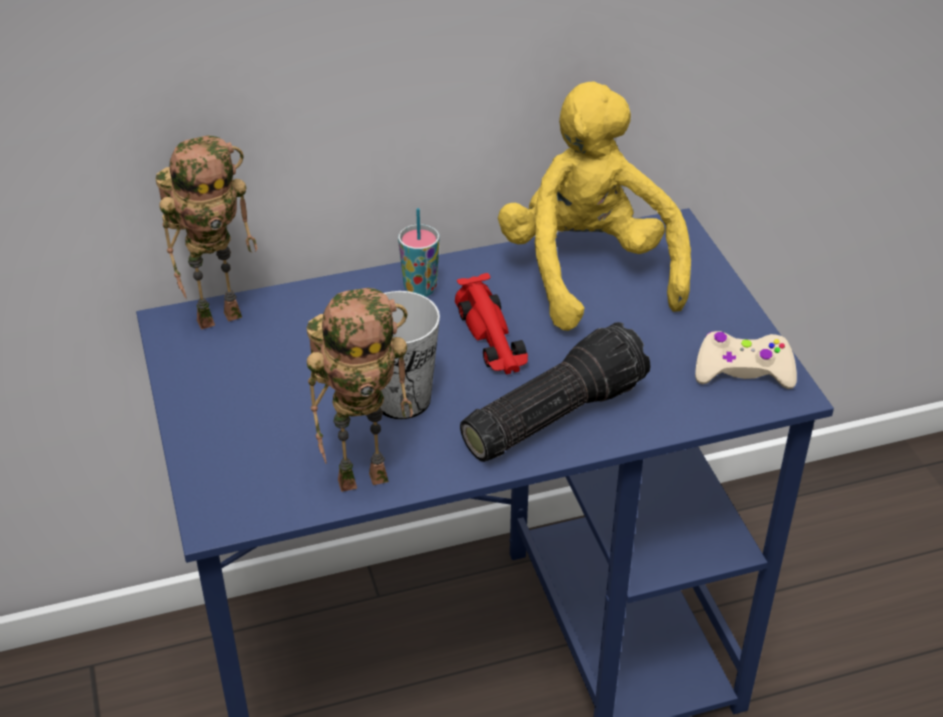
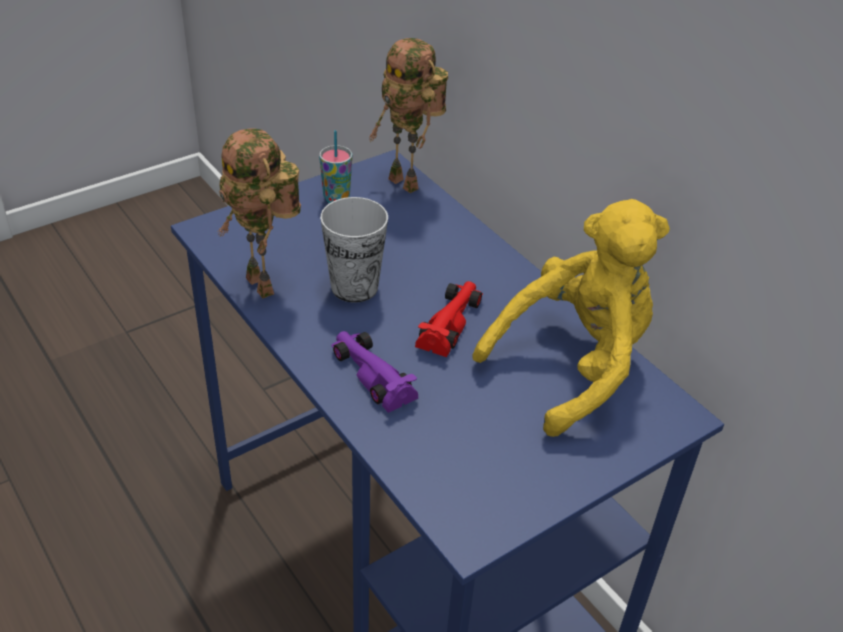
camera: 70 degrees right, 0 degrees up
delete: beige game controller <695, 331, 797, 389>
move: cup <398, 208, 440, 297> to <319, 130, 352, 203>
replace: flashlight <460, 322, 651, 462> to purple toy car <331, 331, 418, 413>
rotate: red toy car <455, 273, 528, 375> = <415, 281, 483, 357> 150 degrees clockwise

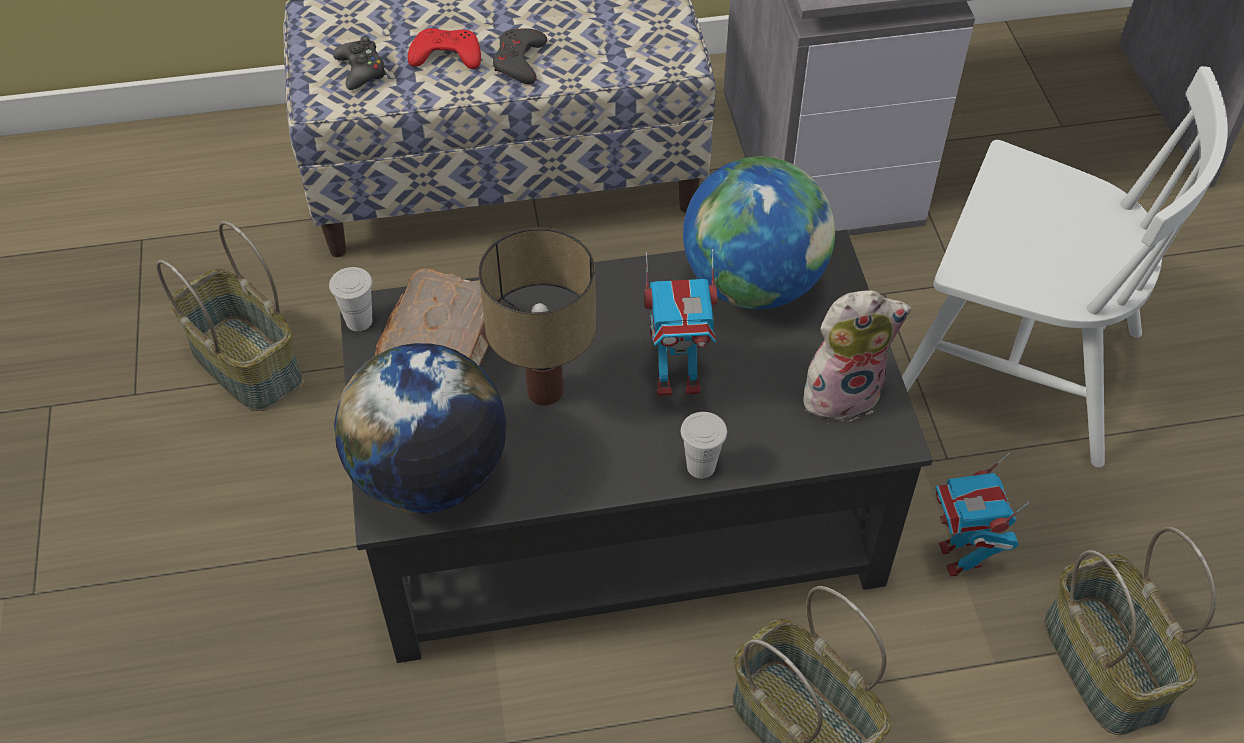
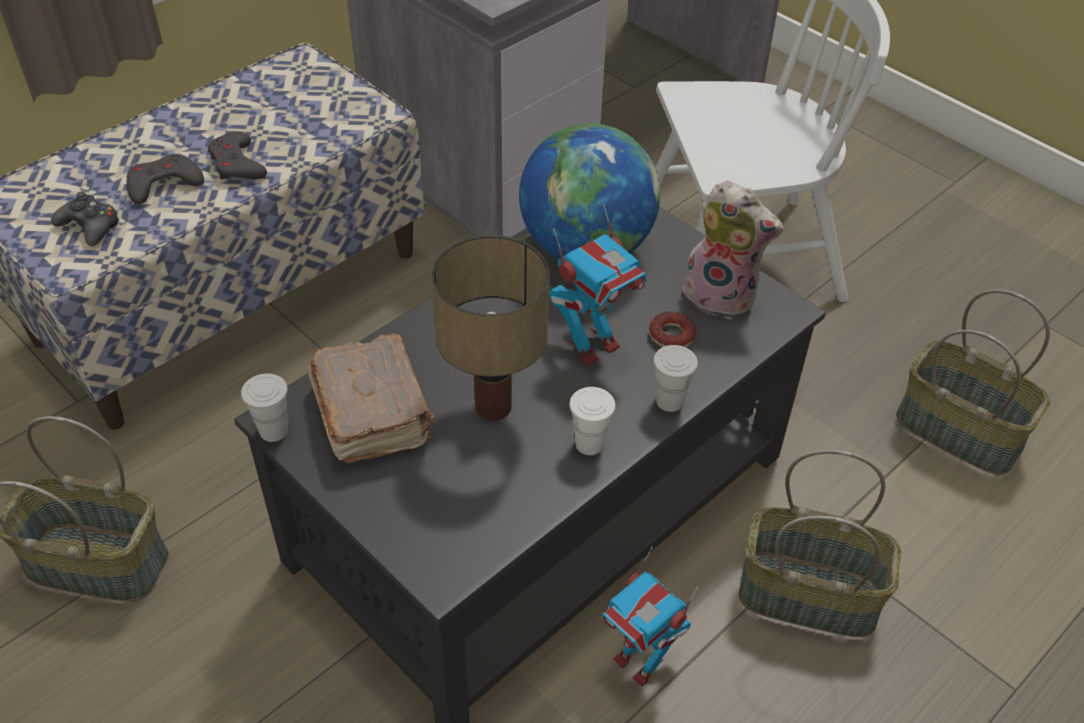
camera: 35 degrees left, 5 degrees down
delete: globe <334, 343, 506, 513>
insert: white cup <569, 387, 616, 455>; donut <649, 311, 696, 347>
move: toy robot <935, 453, 1029, 577> to <600, 546, 699, 687>
recolor: red game controller <408, 28, 481, 69> to grey game controller <127, 154, 204, 204>
rotate: plush toy <803, 290, 911, 421> = <683, 181, 784, 319> 75 degrees clockwise

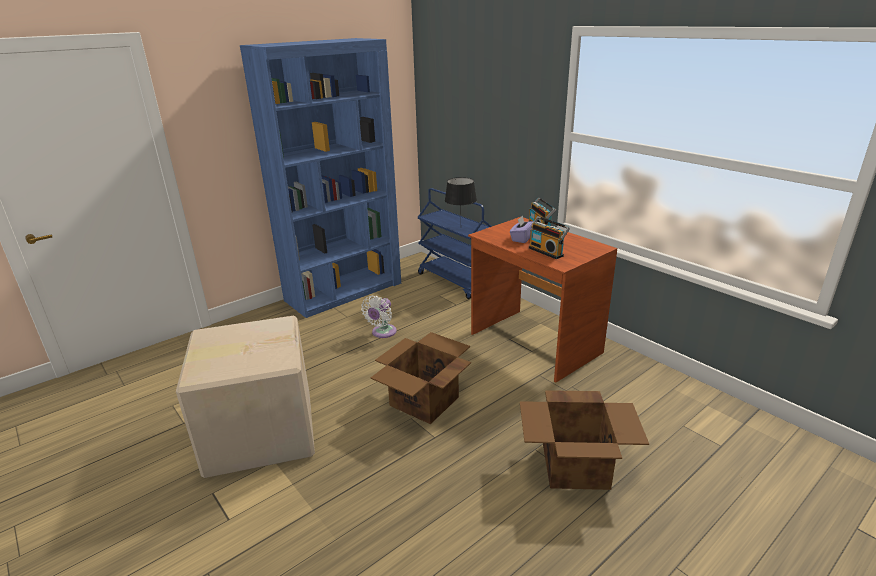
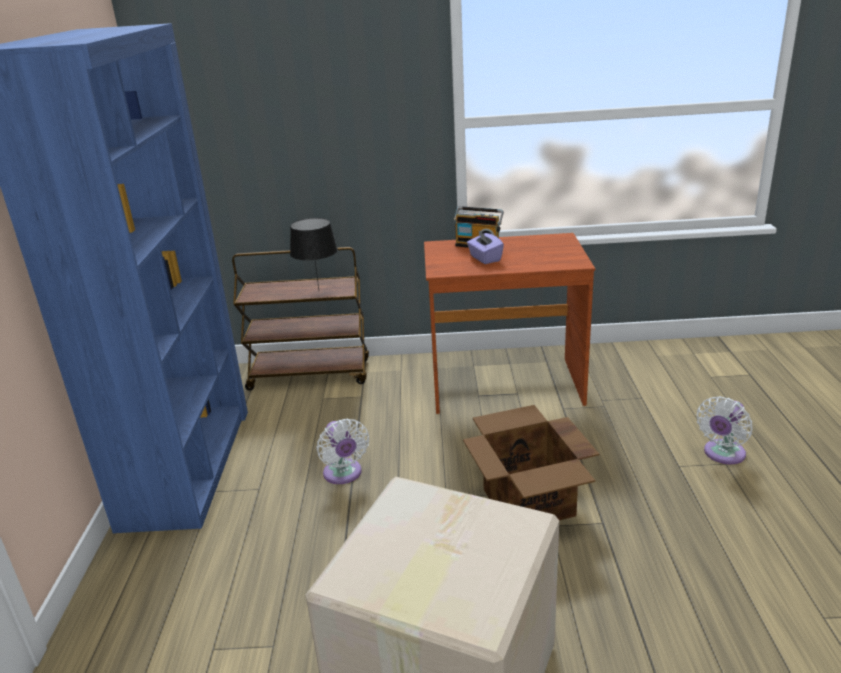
camera: 50 degrees left, 0 degrees up
delete: radio <529, 216, 570, 259>
replace: cardboard box <520, 390, 649, 490> to white fan <697, 396, 752, 464>
recolor: blue cart <417, 188, 492, 299> to brown cart <232, 247, 369, 391>

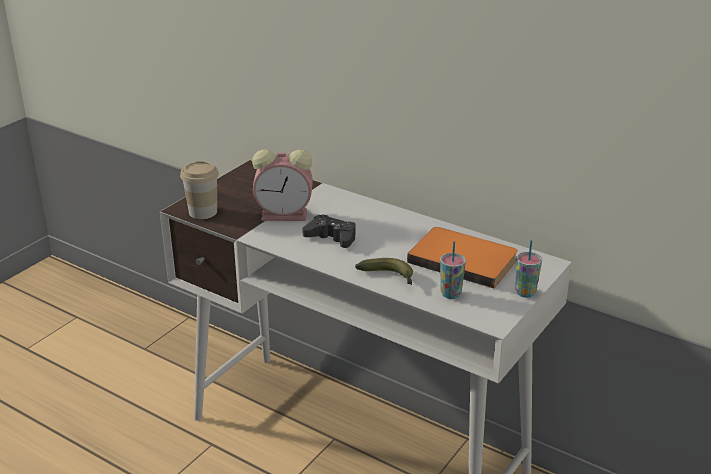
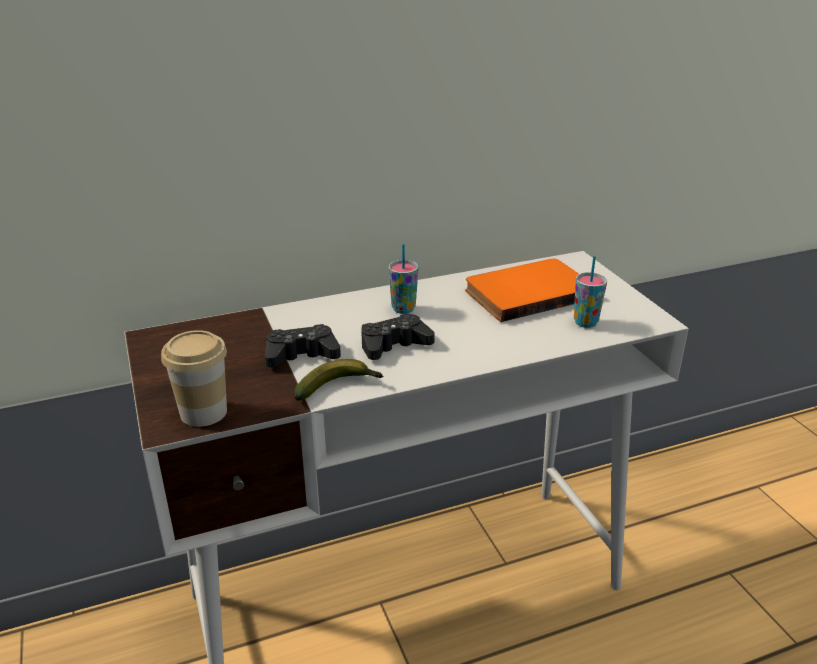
camera: 55 degrees left, 0 degrees up
move: banana <355, 258, 413, 285> to <294, 359, 384, 401>; cup <515, 240, 542, 298> to <389, 244, 418, 314>
replace: alarm clock <252, 150, 313, 221> to black game controller <265, 324, 341, 367>

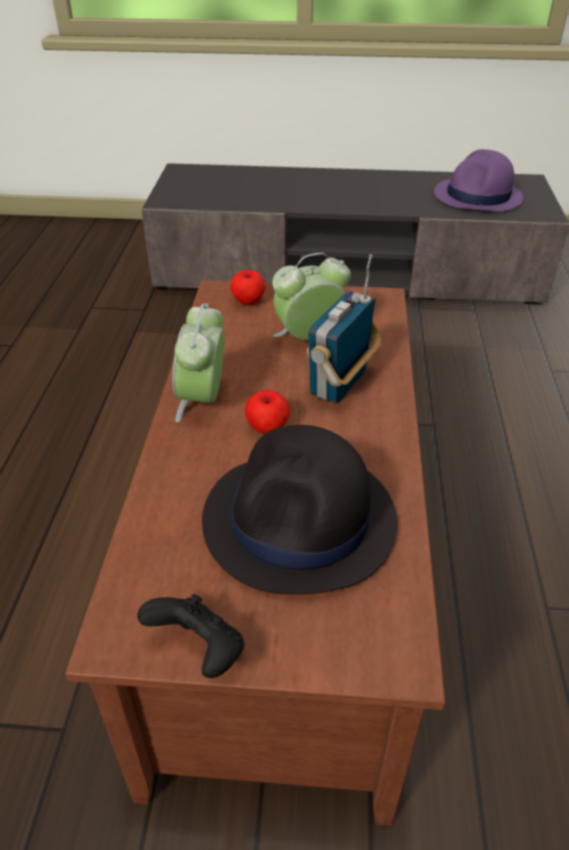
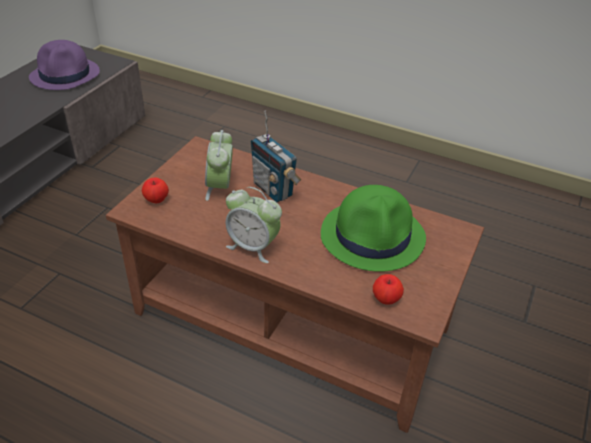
camera: 70 degrees left, 0 degrees up
delete: black game controller <137, 594, 244, 678>
move: apple <245, 390, 290, 434> to <373, 274, 404, 305>
recolor: black hat <202, 425, 397, 594> to green hat <321, 185, 426, 272>

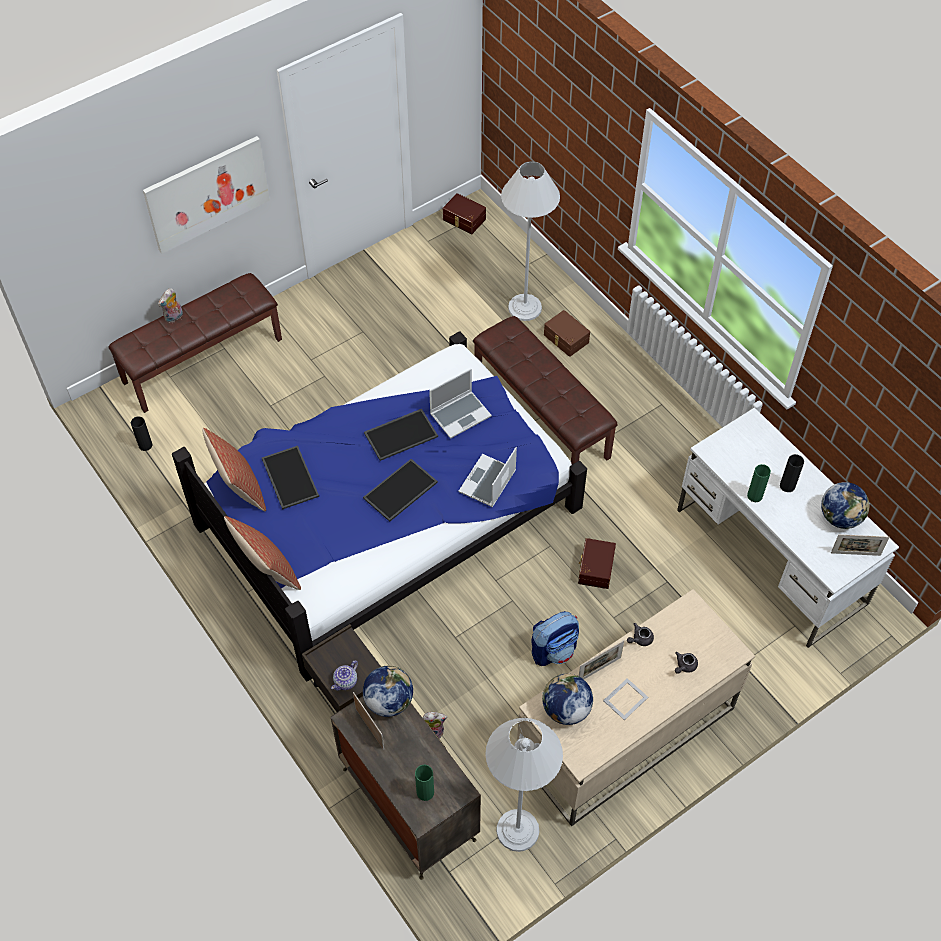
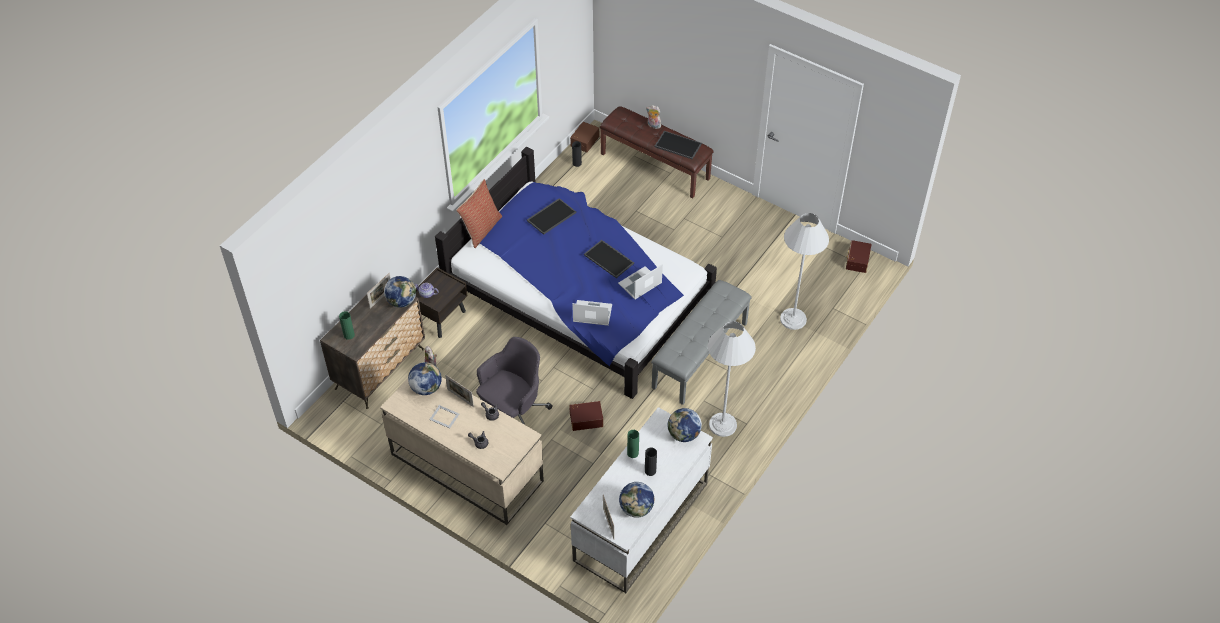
camera: 70 degrees right, 5 degrees down
delete: picture <143, 136, 270, 254>; pillow <202, 428, 266, 511>
insert: globe <668, 408, 702, 442>
move: brown storage box <544, 310, 590, 357> to <570, 122, 599, 153>; tray <363, 459, 438, 522> to <654, 131, 702, 160>; white floor lamp <486, 718, 563, 852> to <708, 321, 756, 437>
replace: backpack <531, 611, 579, 666> to grey office chair <476, 337, 553, 425>
recolor: brown bench <473, 316, 618, 465> to grey bench <651, 280, 752, 405>
rotate: laptop <429, 369, 492, 439> = <618, 264, 663, 299> 105 degrees clockwise

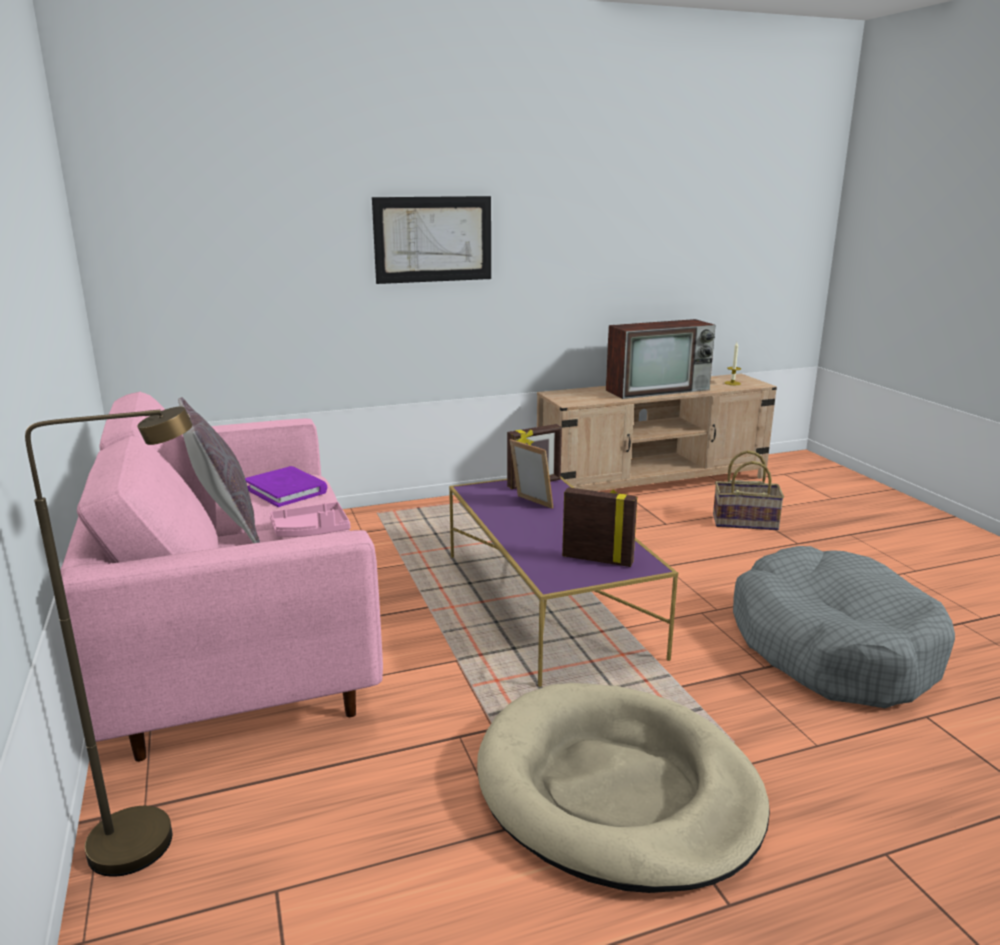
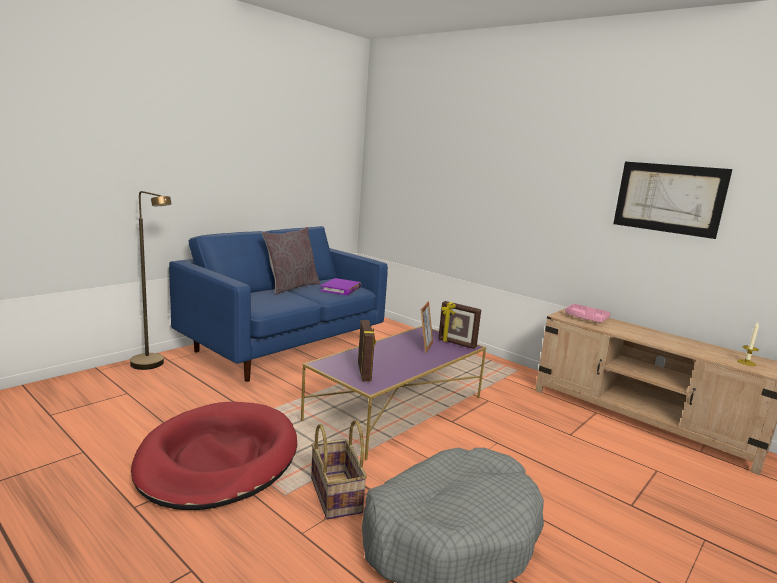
camera: 60 degrees right, 5 degrees down
delete: television <606, 319, 715, 399>
move: basket <713, 450, 784, 530> to <311, 420, 367, 519>; pink tray <270, 502, 350, 537> to <565, 304, 610, 323>; picture <372, 196, 491, 284> to <613, 162, 733, 239>
recolor: beige dog bed <477, 683, 770, 893> to red dog bed <131, 402, 297, 510>; pink sofa <60, 391, 383, 762> to blue sofa <169, 226, 388, 382>

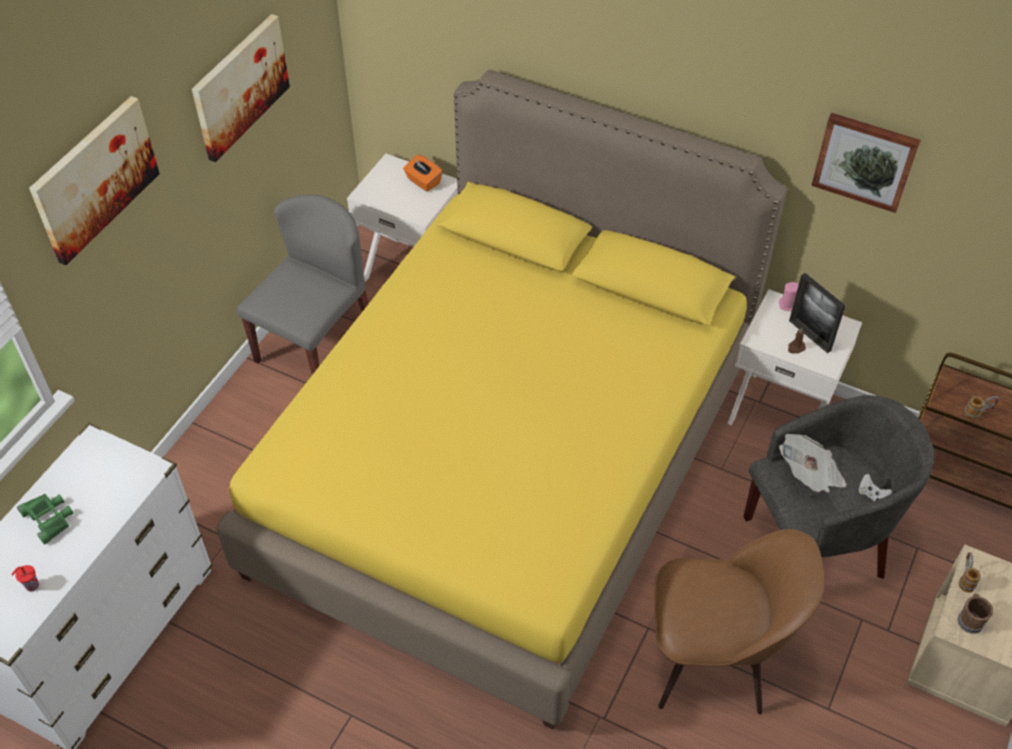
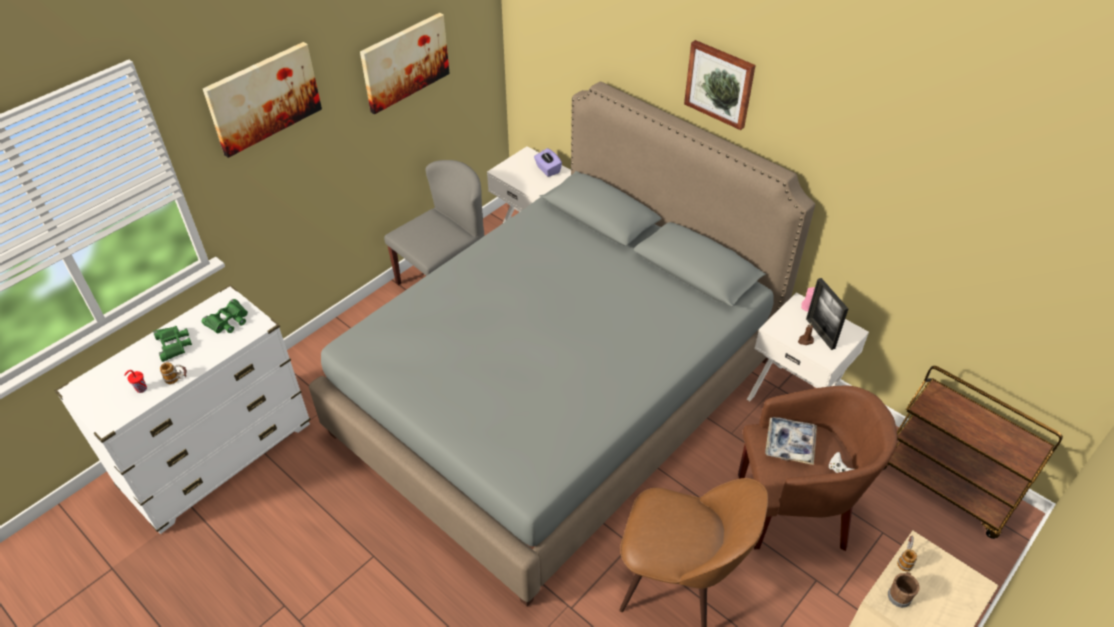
camera: 15 degrees right, 5 degrees down
insert: green binoculars <201, 299, 248, 333>
move: mug <964, 396, 1000, 420> to <160, 362, 187, 384>; picture <811, 113, 921, 213> to <684, 40, 756, 130>
replace: newspaper <779, 434, 846, 492> to tray <765, 417, 817, 465>
recolor: yellow bed <216, 70, 787, 730> to grey bed <309, 82, 815, 607>; orange tissue box <403, 154, 443, 192> to purple tissue box <534, 148, 562, 177>; grey armchair <743, 395, 934, 579> to brown armchair <738, 385, 897, 551>

